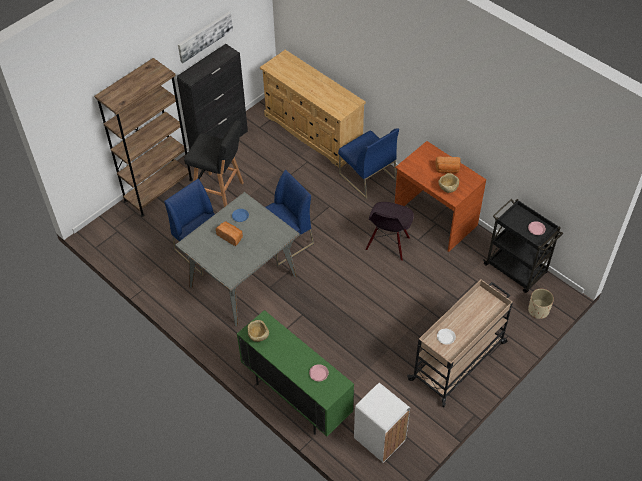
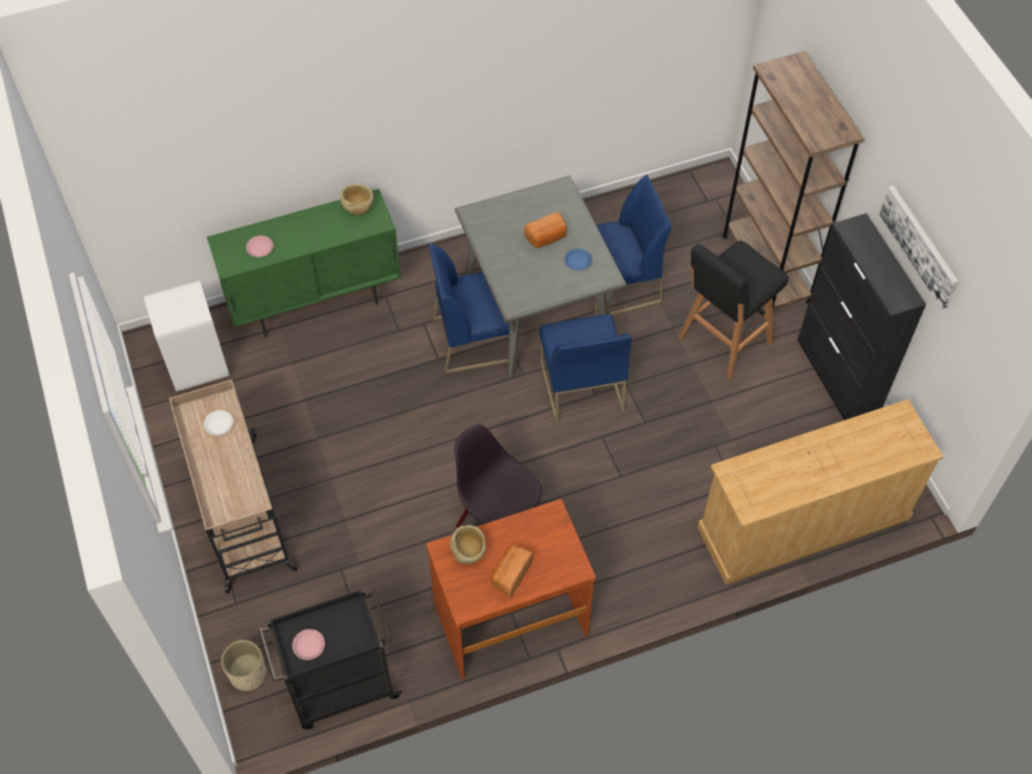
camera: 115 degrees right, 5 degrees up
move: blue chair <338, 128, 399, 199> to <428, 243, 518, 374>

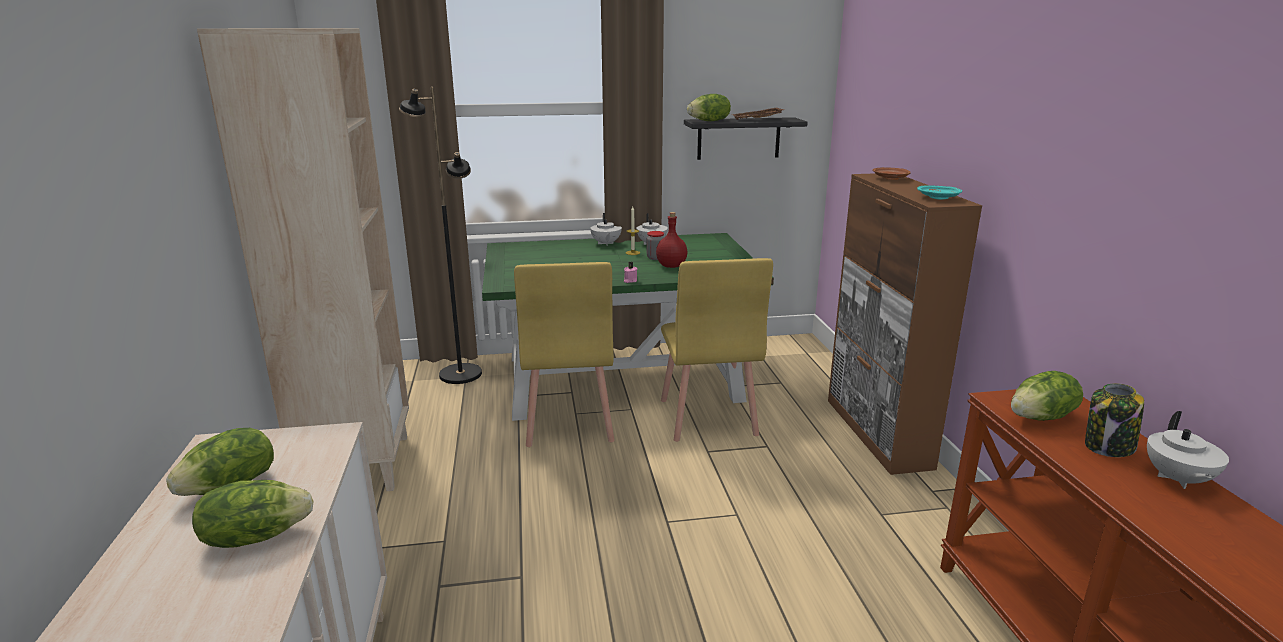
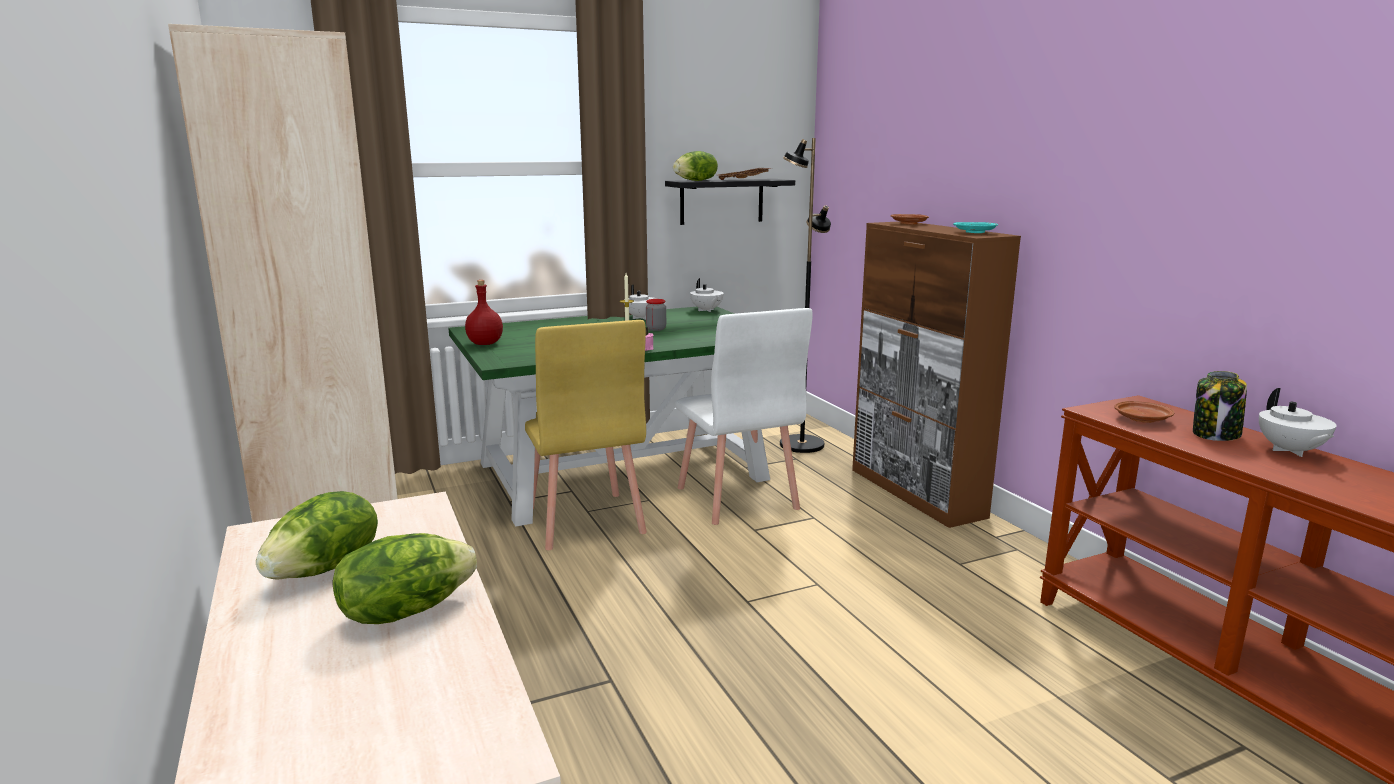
camera: 15 degrees left, 5 degrees down
move: red bottle <656, 212, 688, 268> to <465, 280, 503, 345>; white teapot <590, 213, 622, 246> to <690, 278, 724, 312>; black floor lamp <399, 87, 482, 384> to <780, 138, 831, 453>
replace: lettuce <1011, 371, 1083, 421> to brown plate <1114, 401, 1174, 423>
recolor: yellow chair <661, 258, 773, 442> to white chair <675, 308, 813, 525>

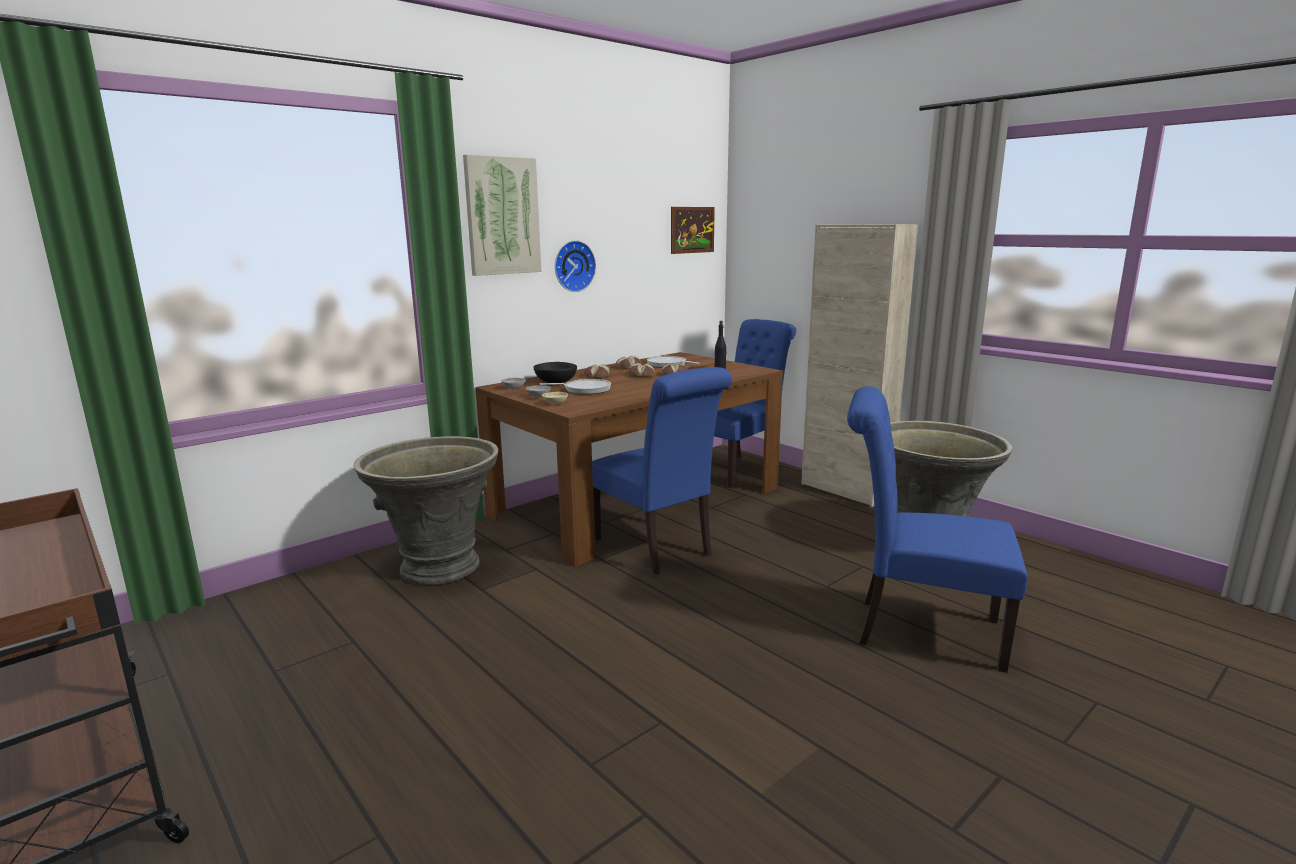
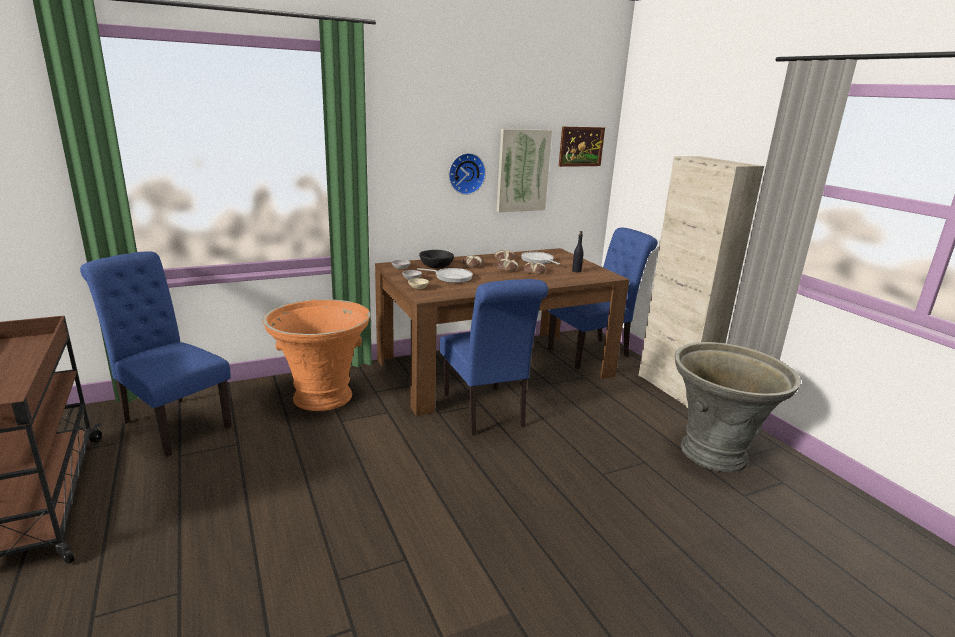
camera: 15 degrees right, 5 degrees up
move: blue chair <847, 386, 1028, 673> to <80, 251, 232, 457>; picture <463, 154, 542, 276> to <496, 129, 552, 212>
recolor: grey planter <354, 436, 498, 585> to orange planter <263, 299, 370, 411>

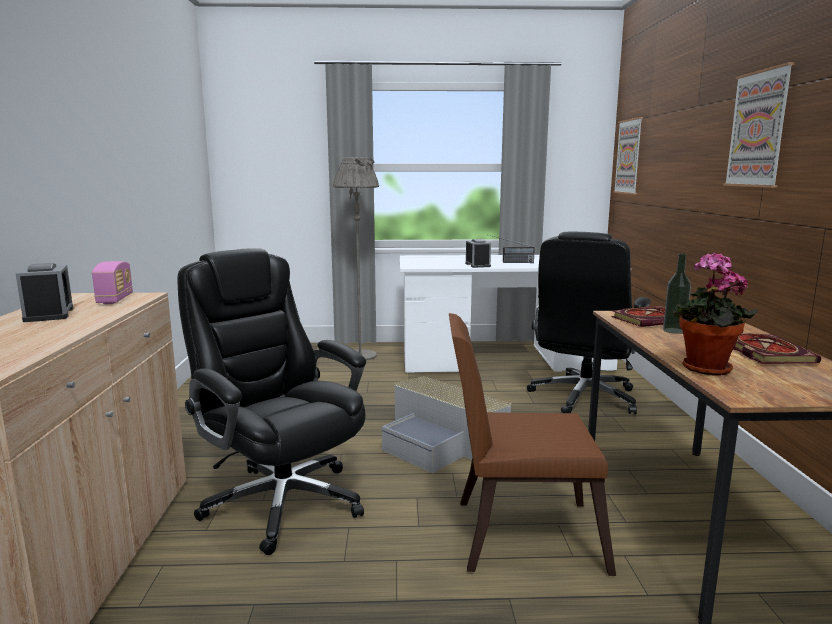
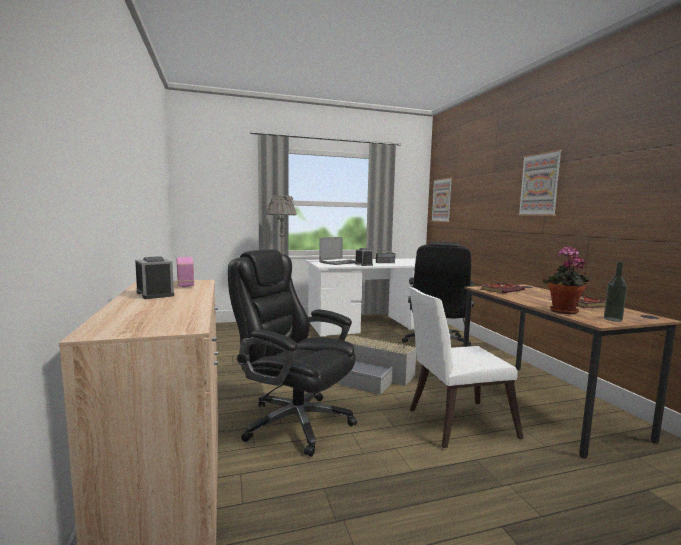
camera: 15 degrees left, 5 degrees down
insert: laptop <319, 237, 356, 265>
move: bottle <663, 253, 691, 334> to <604, 262, 627, 322>
recolor: brown chair <449, 313, 616, 576> to white chair <410, 287, 524, 448>

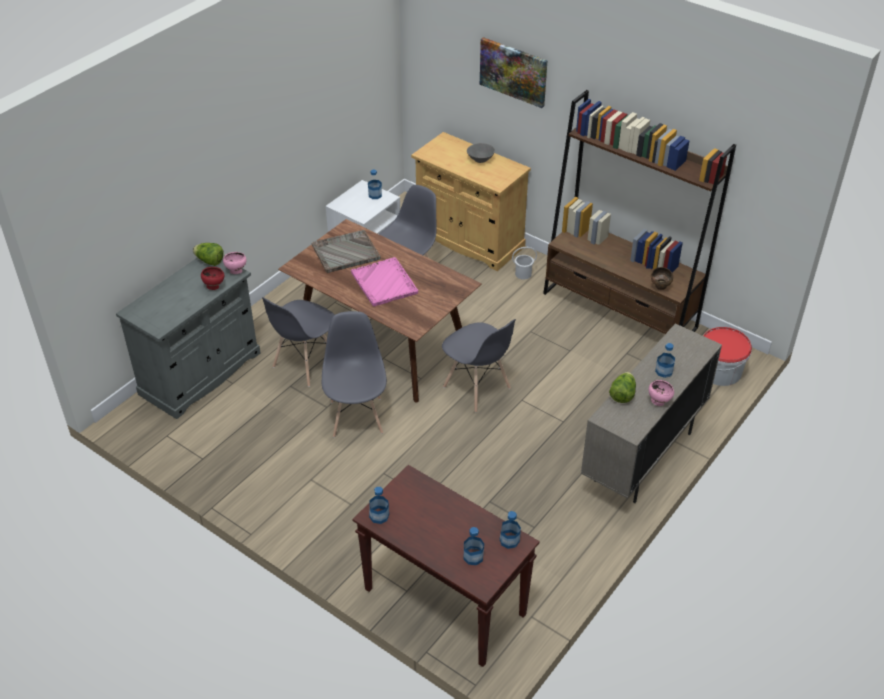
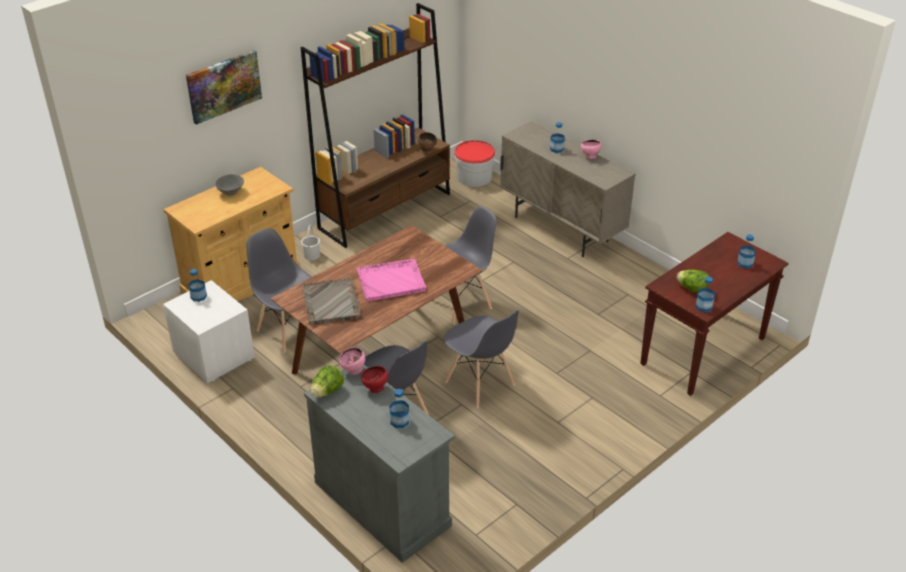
camera: 80 degrees left, 5 degrees down
move: bottle <500, 511, 521, 549> to <389, 389, 409, 428>; lettuce <609, 372, 636, 403> to <676, 270, 709, 294>
rotate: grey chair <322, 311, 387, 438> = <444, 310, 519, 408> 135 degrees counterclockwise

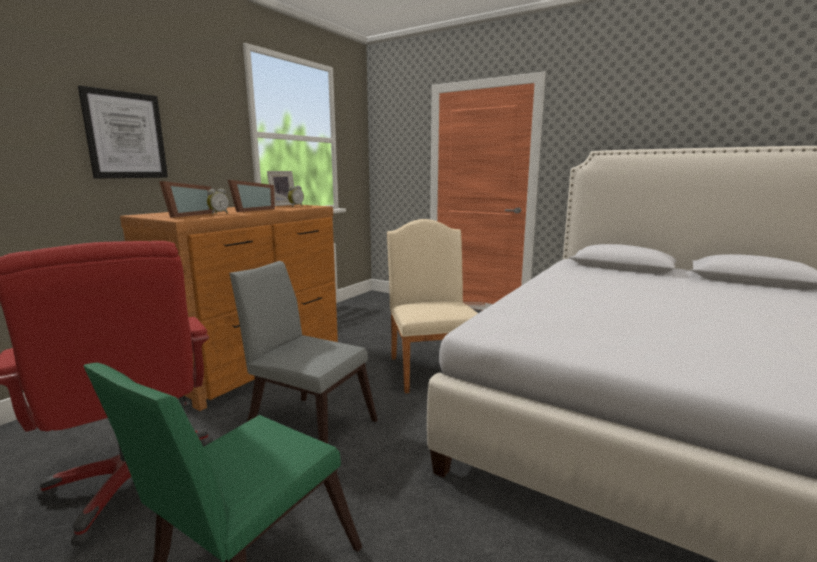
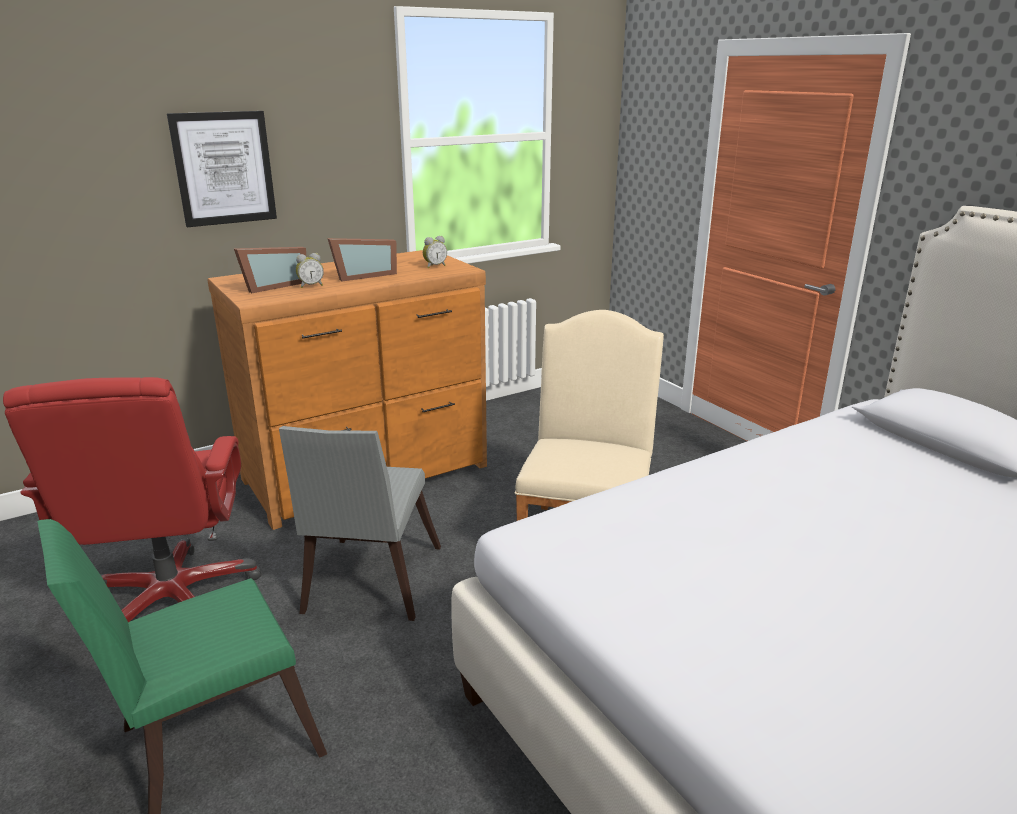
camera: 25 degrees right, 10 degrees up
delete: picture frame <267, 171, 294, 206>
rotate: grey chair <229, 261, 378, 444> = <279, 426, 441, 621> 135 degrees counterclockwise

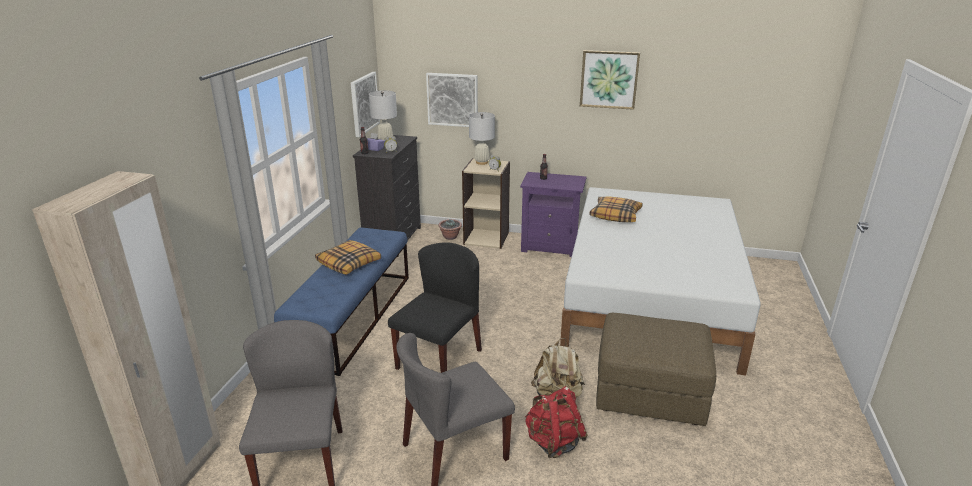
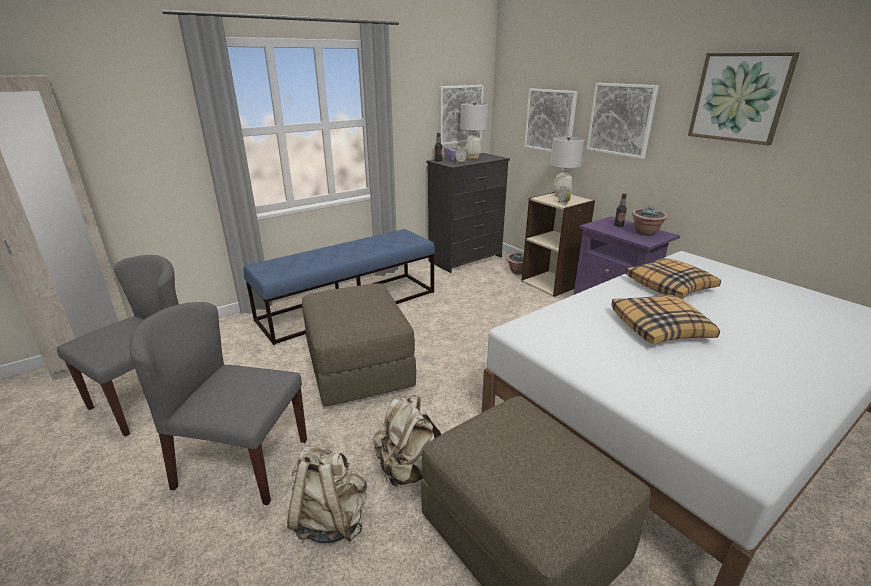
camera: 40 degrees right, 0 degrees up
insert: picture <586, 83, 659, 159>; potted plant <632, 207, 668, 236>
move: pillow <315, 240, 381, 275> to <611, 294, 720, 344>
replace: black chair <388, 242, 482, 373> to brown ottoman <302, 283, 416, 406>
recolor: red backpack <525, 386, 587, 458> to beige backpack <287, 446, 367, 543>

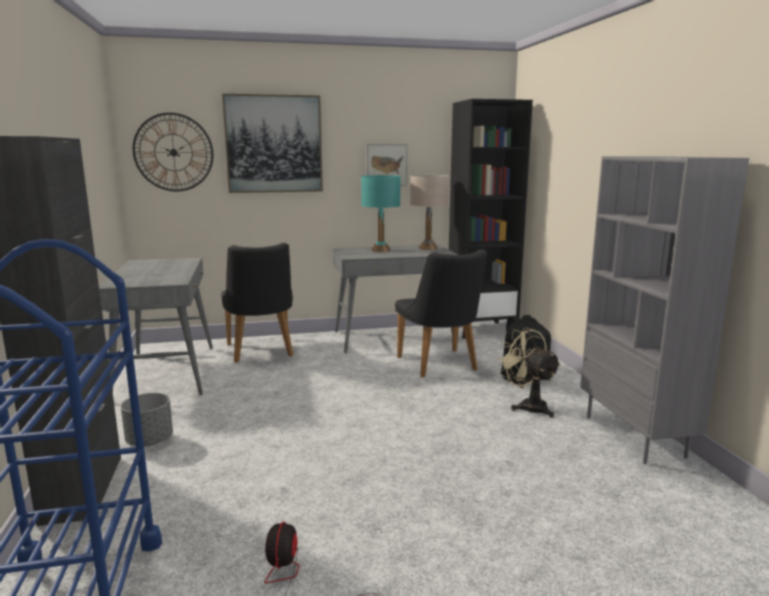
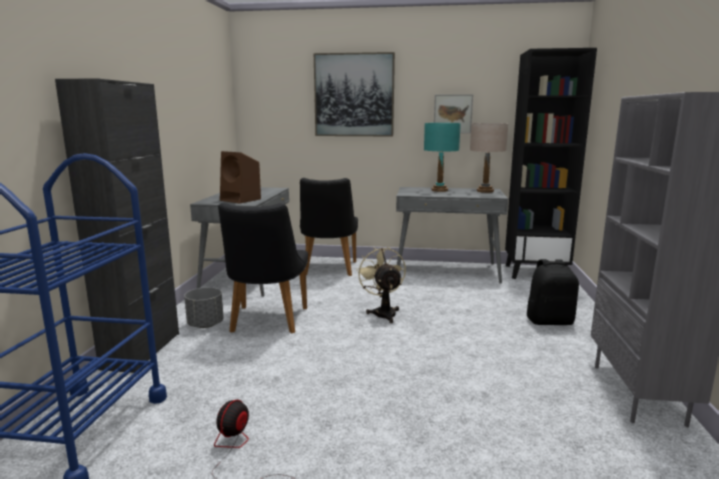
camera: 20 degrees right, 0 degrees up
delete: wall clock <133, 113, 213, 191>
insert: brown speaker <220, 151, 261, 204>
move: black chair <395, 250, 487, 377> to <218, 203, 308, 333>; beige fan <497, 328, 561, 418> to <356, 247, 406, 323>

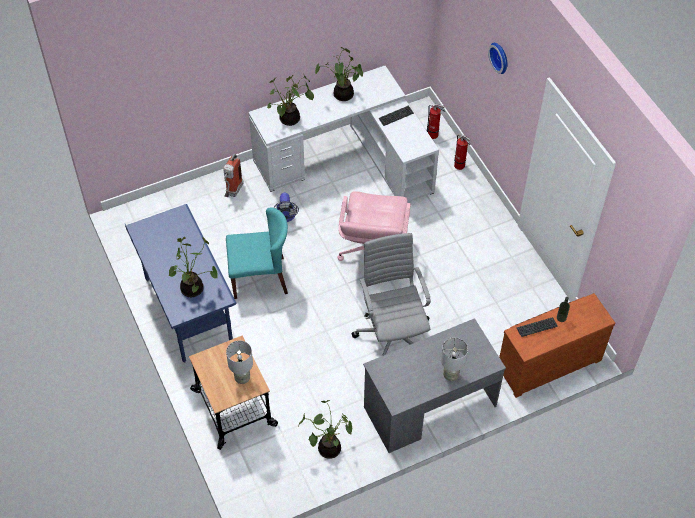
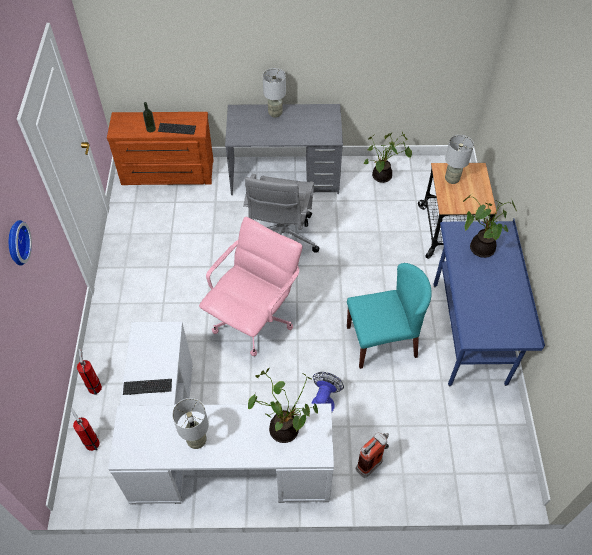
camera: 155 degrees left, 0 degrees up
replace: potted plant <315, 47, 363, 101> to grey table lamp <172, 398, 209, 449>
rotate: turquoise chair <226, 207, 288, 299> = <347, 263, 432, 369> 150 degrees clockwise

